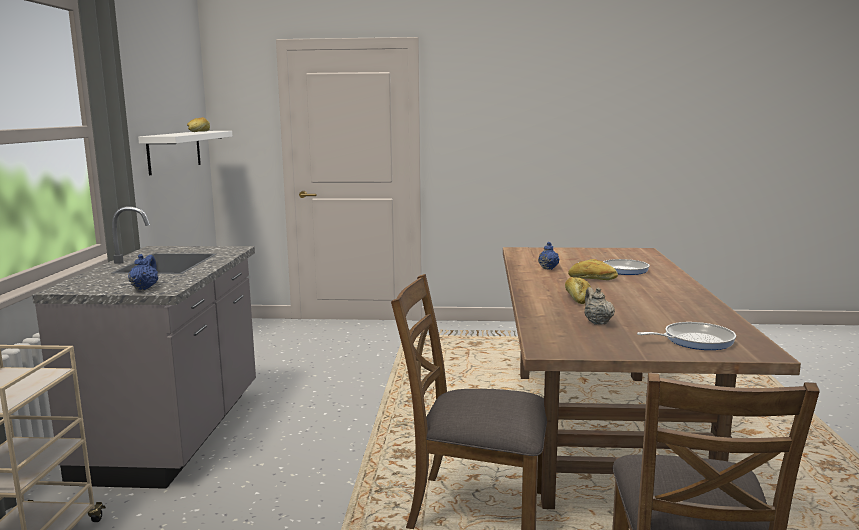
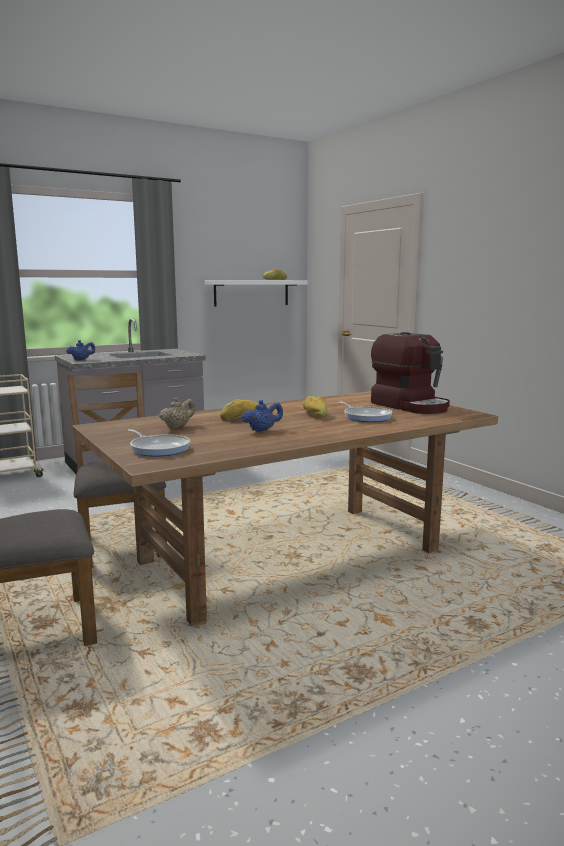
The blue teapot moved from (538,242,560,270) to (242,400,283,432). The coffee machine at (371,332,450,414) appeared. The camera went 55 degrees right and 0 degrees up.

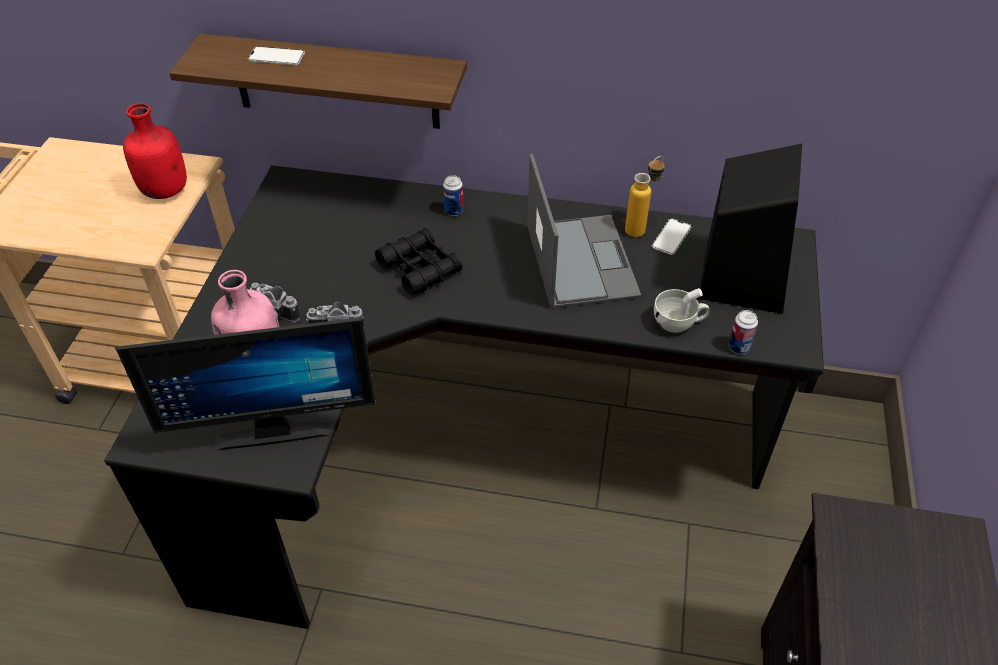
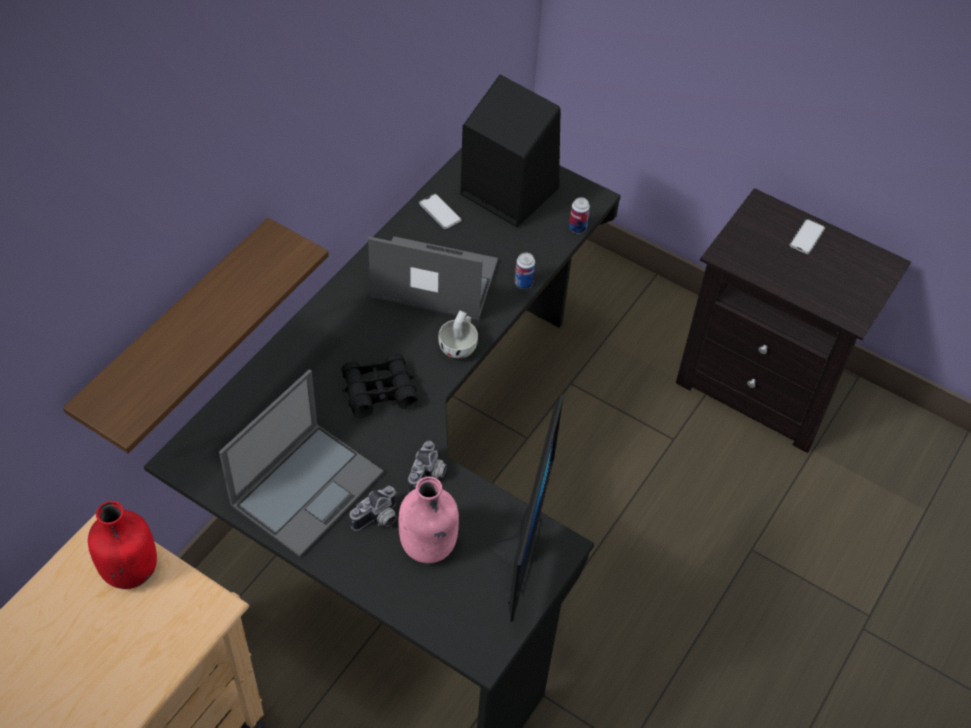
The phone moved from (248,46,305,65) to (790,219,825,254). The can moved from (443,175,464,216) to (515,253,535,289). The bottle at (625,156,665,237) disappeared. The white cup moved from (654,288,710,333) to (438,310,478,359). The laptop at (219,369,384,557) appeared. The camera went 70 degrees left and 5 degrees up.

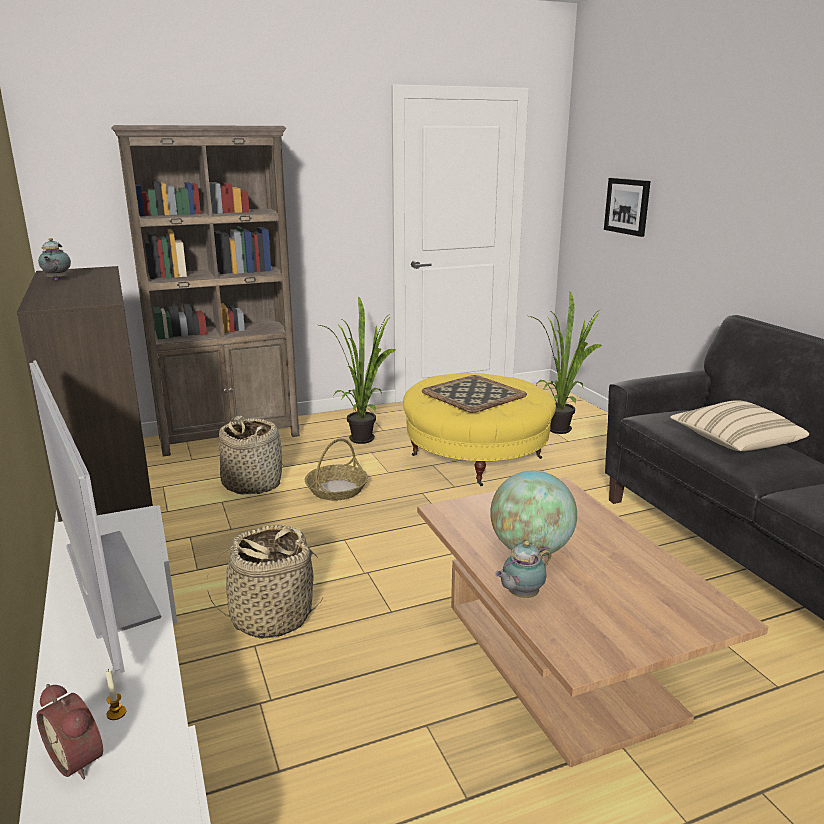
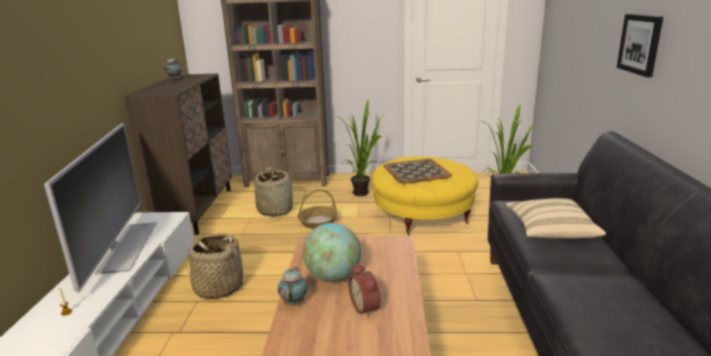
The alarm clock moved from (37,684,103,779) to (348,263,381,318). The teapot at (495,541,551,598) turned 105 degrees clockwise. The picture moved from (604,178,651,237) to (617,14,663,77). The camera went 25 degrees right and 0 degrees up.

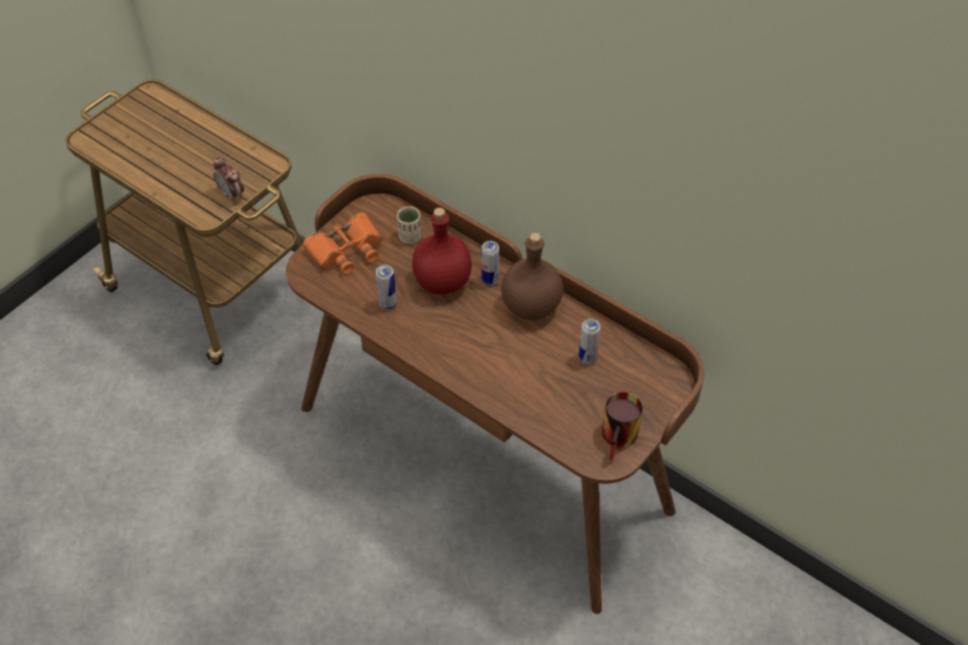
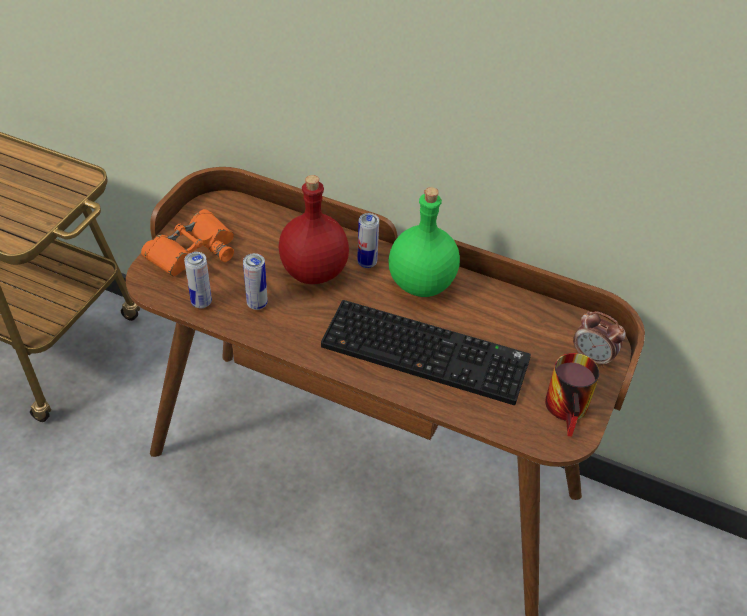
The alarm clock moved from (213,157,244,202) to (573,311,626,368). The beige cup at (397,206,421,244) disappeared. The brown bottle at (501,232,563,320) became the green bottle at (388,187,460,297). The can moved from (579,318,601,364) to (184,252,212,308). The keyboard at (321,300,531,405) appeared. The camera went 15 degrees left and 5 degrees down.

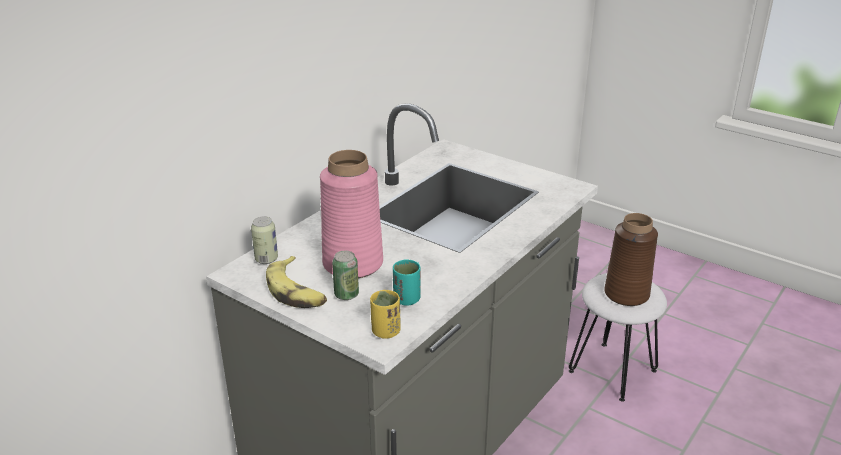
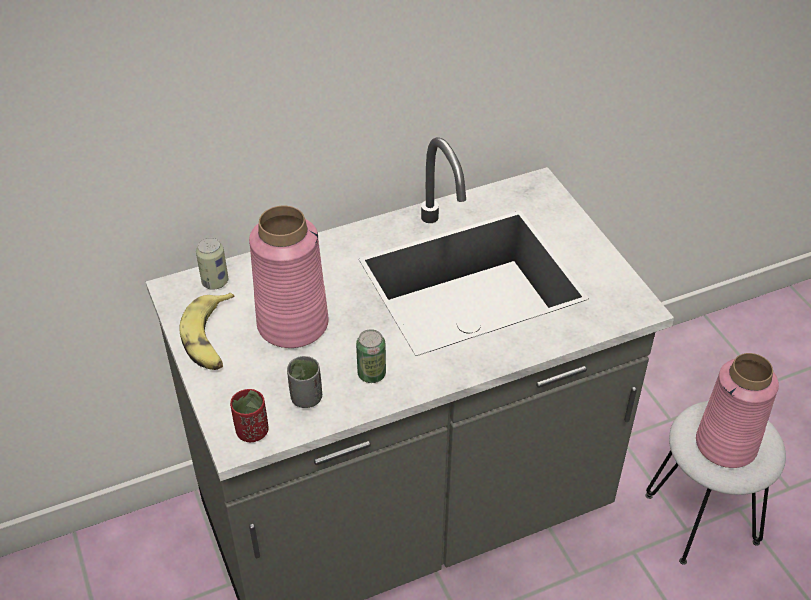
The can moved from (332,251,359,300) to (356,329,386,383). The yellow cup at (370,290,401,339) became the red cup at (230,389,269,442). The turquoise cup at (393,260,421,306) became the grey cup at (287,356,322,408). The brown vase at (604,213,658,306) became the pink vase at (696,353,779,468). The camera went 30 degrees right and 15 degrees up.

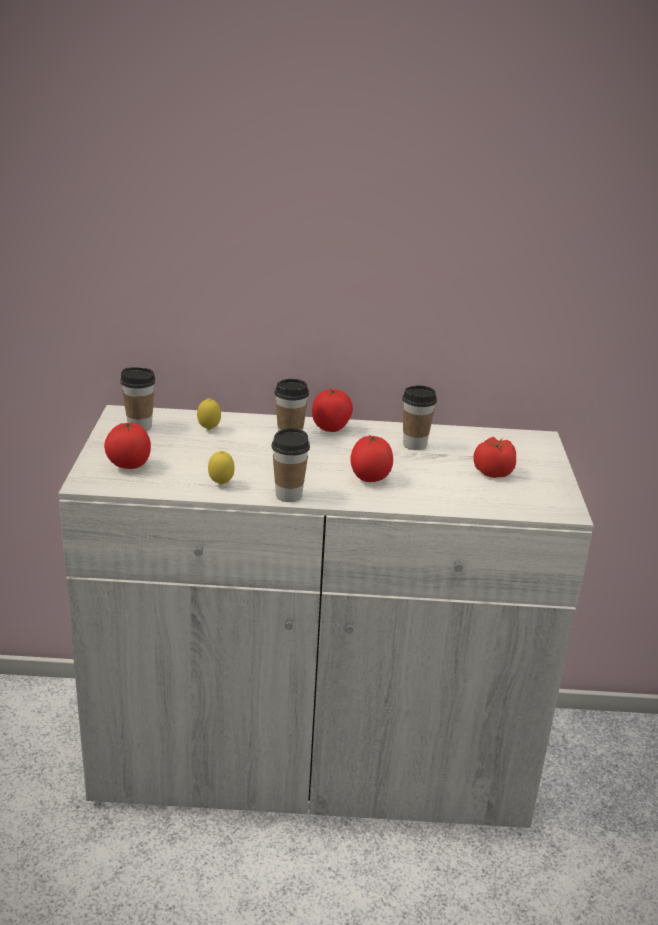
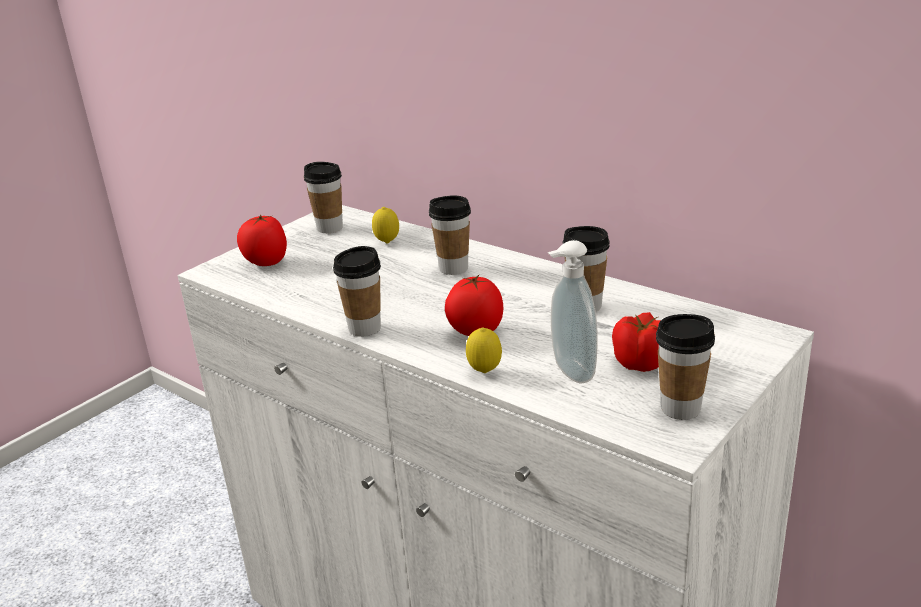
The lemon moved from (208,451,235,485) to (466,327,502,373). The tomato at (312,389,353,432) disappeared. The soap dispenser at (548,240,598,383) appeared. The cup at (656,314,715,420) appeared. The camera went 40 degrees right and 0 degrees up.

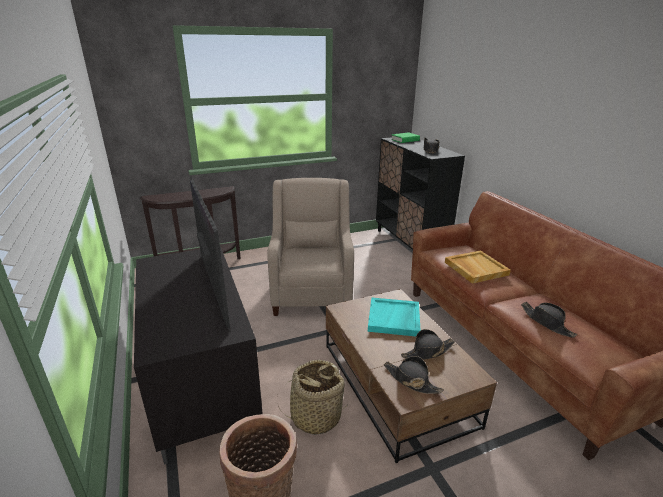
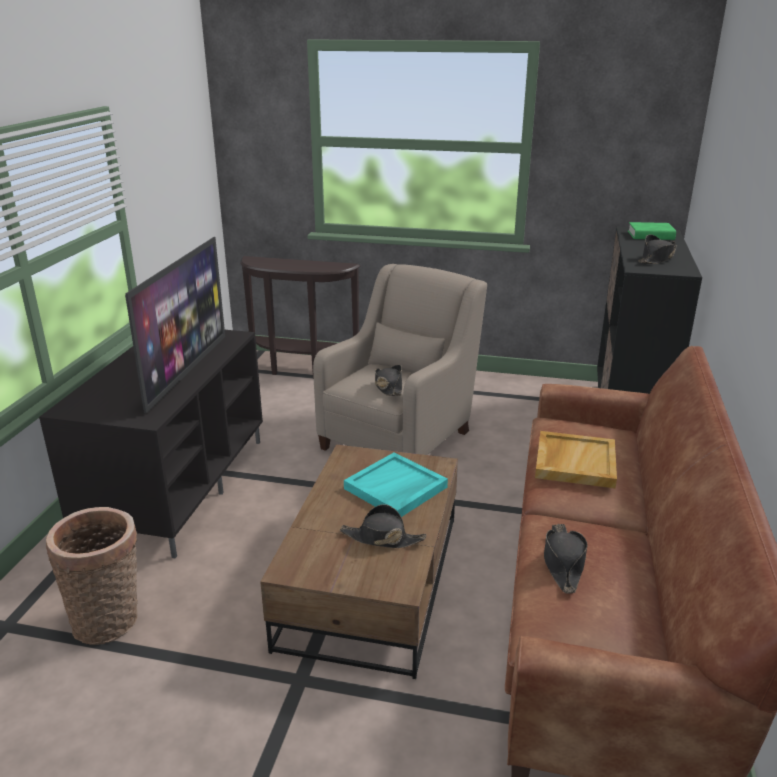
The basket at (278,360,349,435) disappeared. The black hat moved from (384,356,444,394) to (375,365,402,396). The camera went 35 degrees right and 0 degrees up.

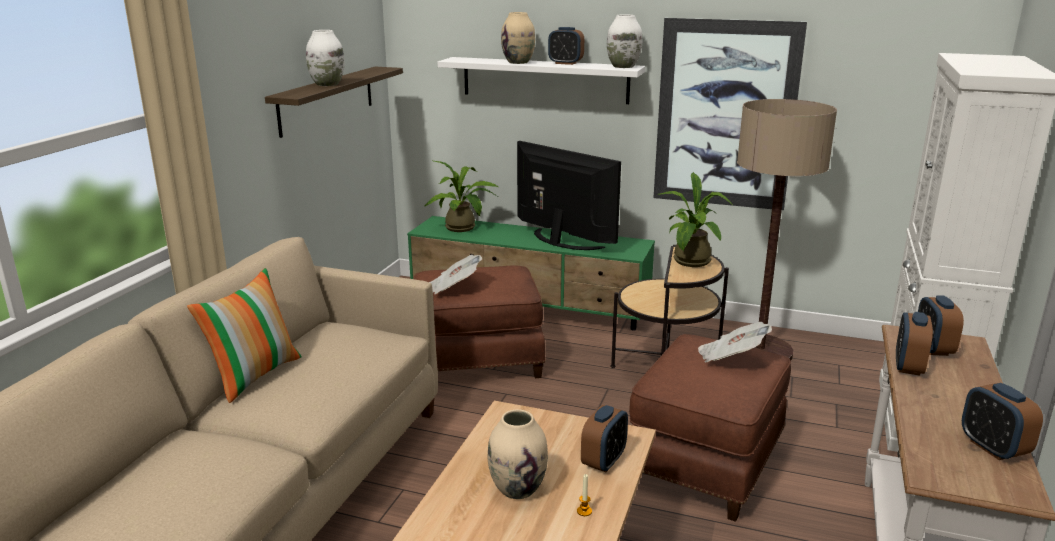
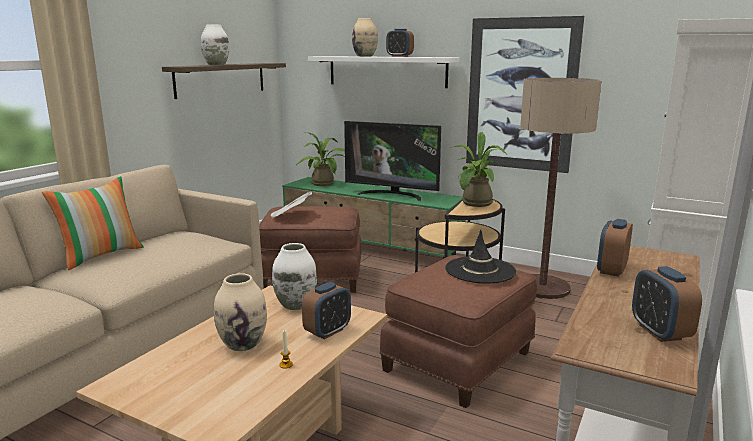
The television at (517,141,621,250) turned 150 degrees clockwise. The white vase moved from (607,14,642,68) to (272,243,317,310). The newspaper at (698,322,772,363) was replaced by the black hat at (445,230,516,283). The alarm clock at (918,295,964,356) disappeared. The camera went 10 degrees right and 5 degrees down.

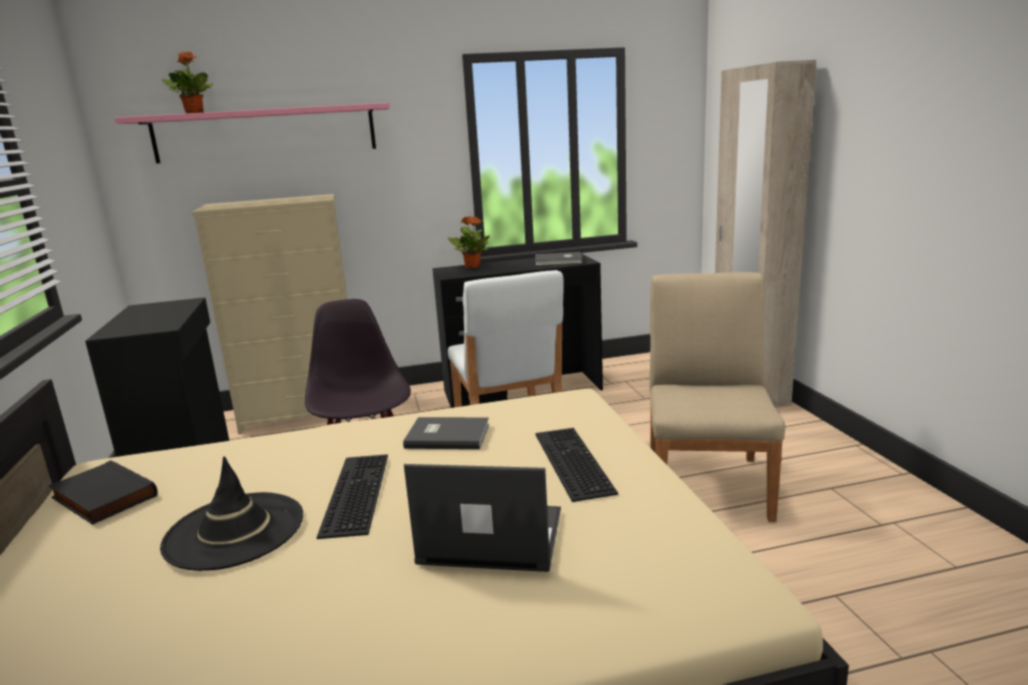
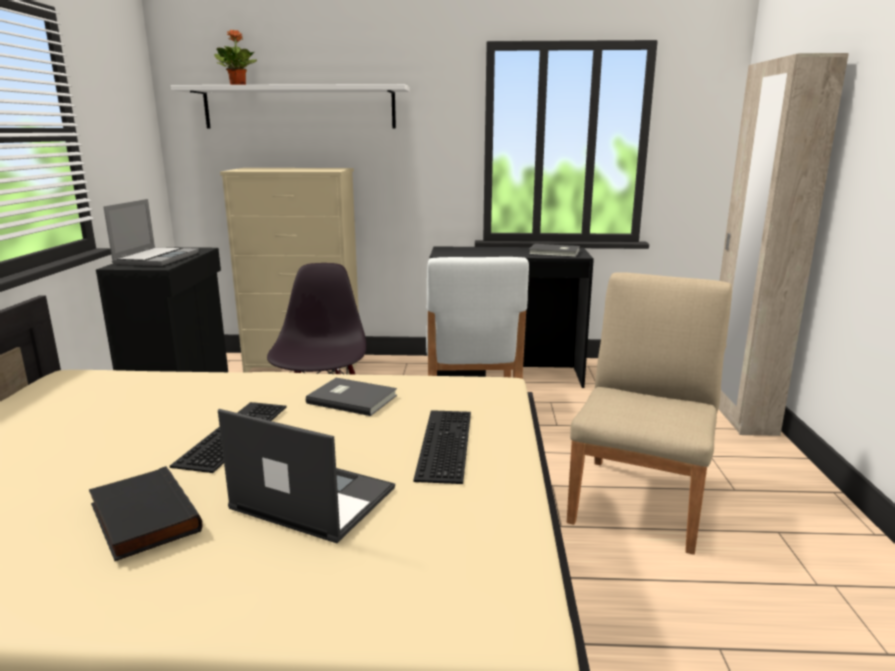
The black book moved from (49,460,158,525) to (89,466,203,561). The pink shelf at (115,103,390,163) became the white shelf at (171,84,410,129). The black hat at (160,456,303,571) disappeared. The potted plant at (448,216,490,268) disappeared. The laptop at (104,199,199,266) appeared. The camera went 15 degrees right and 0 degrees up.

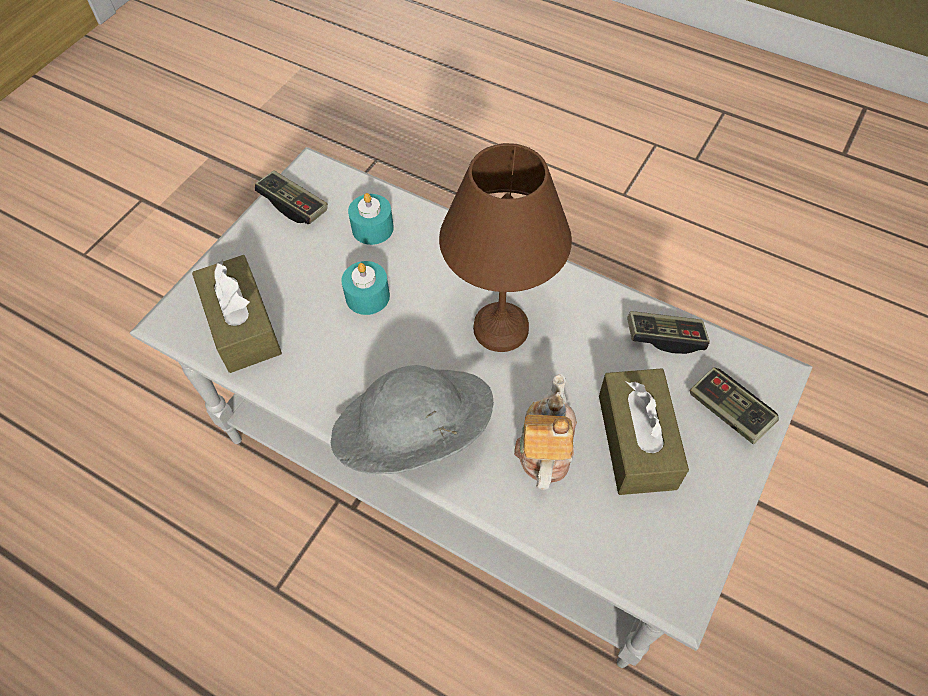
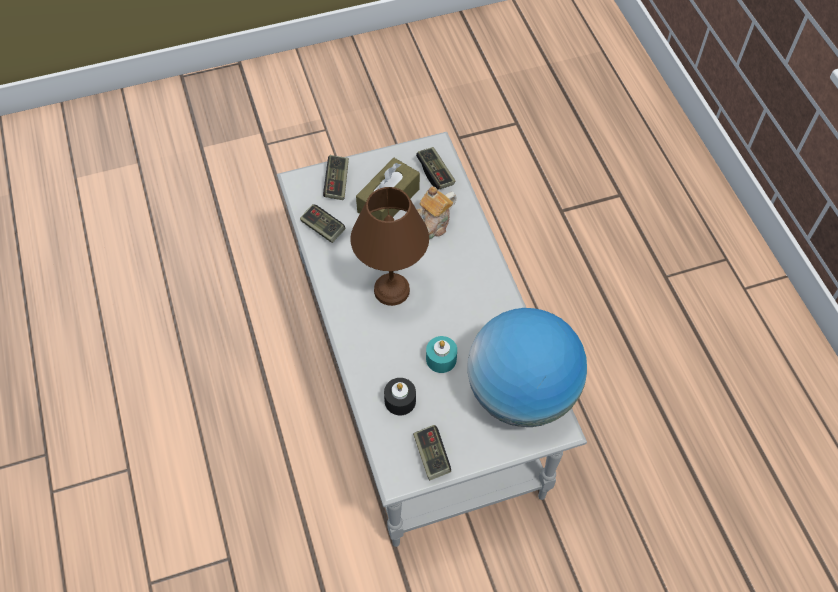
The brown tissue box at (192,255,282,373) was replaced by the globe at (467,308,587,427). The grey hat at (331,365,494,474) disappeared. The turquoise candle at (348,193,394,245) became the black candle at (384,378,416,416). The game controller at (416,147,455,190) appeared. The camera went 140 degrees left and 0 degrees up.

